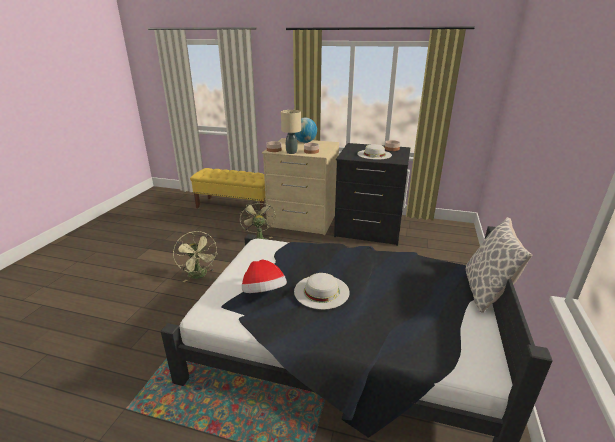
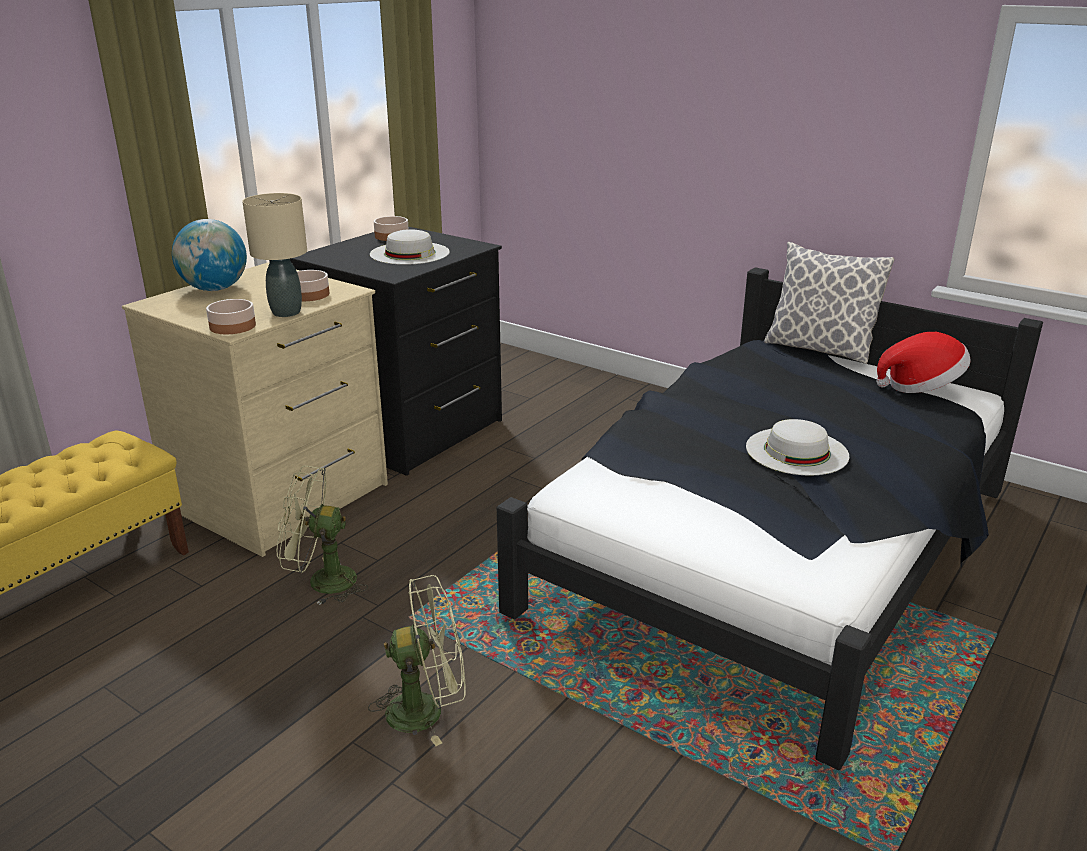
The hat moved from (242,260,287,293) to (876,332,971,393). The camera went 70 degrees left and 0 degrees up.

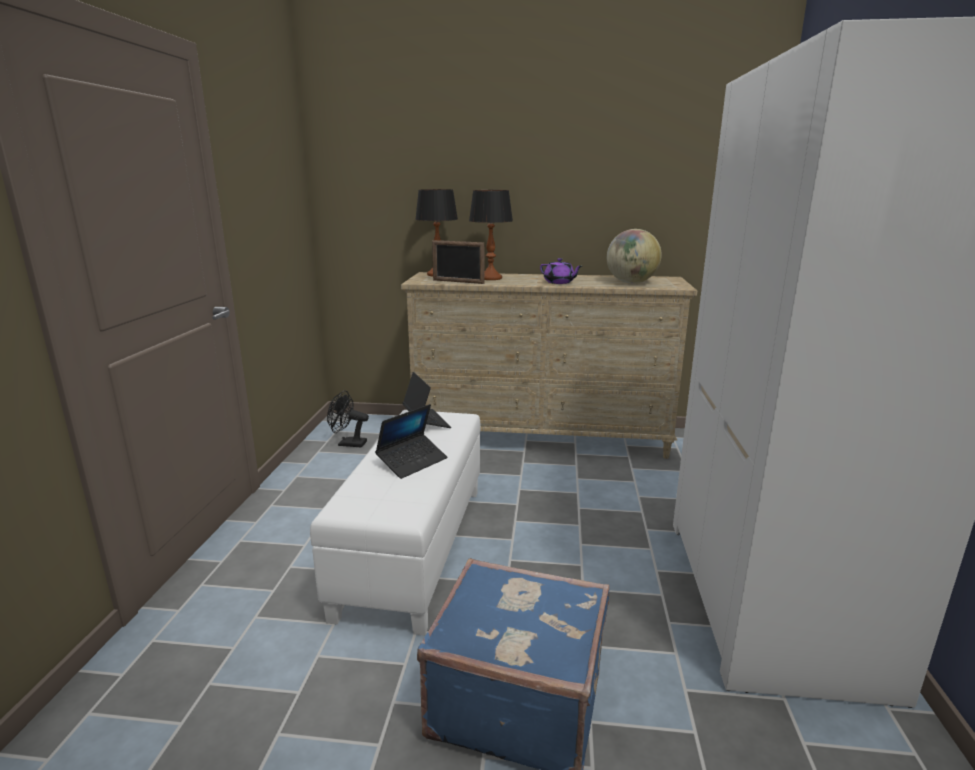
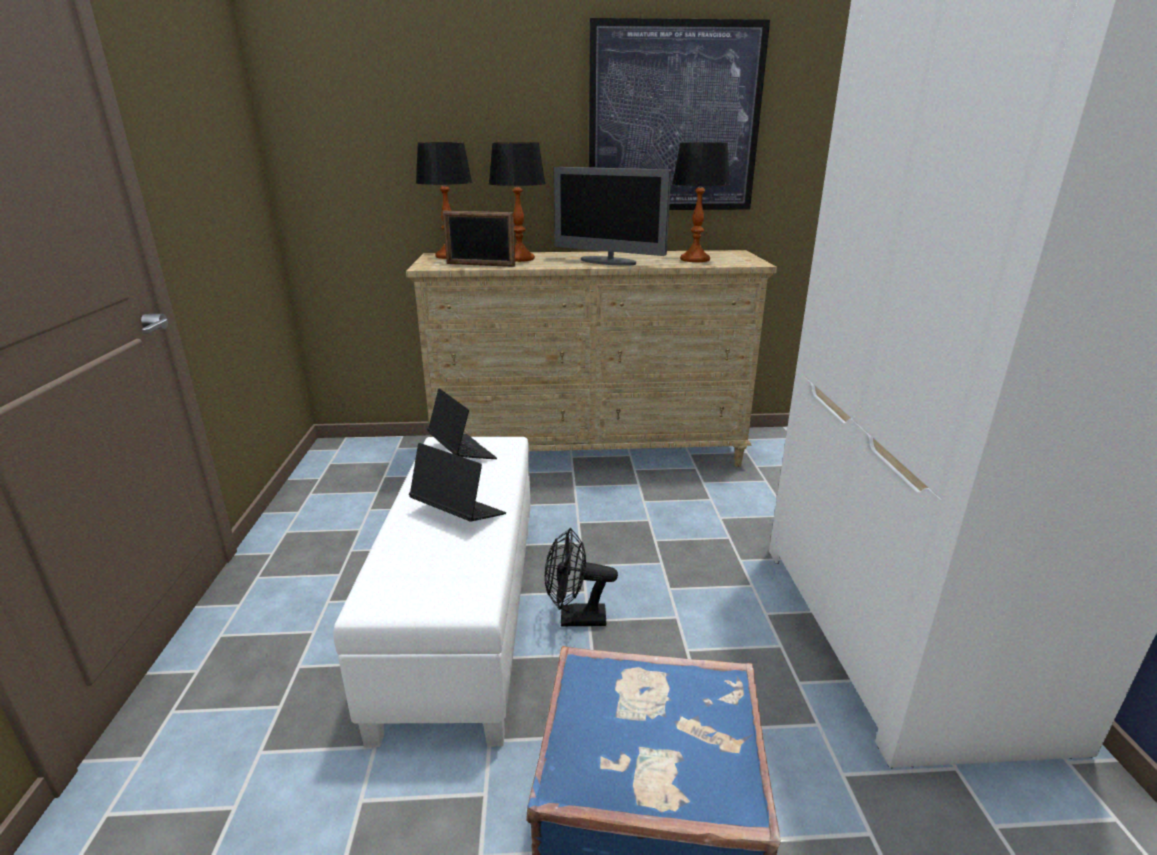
The black fan moved from (327,390,369,447) to (545,528,618,627). The laptop at (375,404,447,479) turned 90 degrees counterclockwise. The purple teapot at (540,258,582,284) was replaced by the monitor at (553,167,671,266). The globe at (607,229,662,283) was replaced by the table lamp at (672,142,730,262). The picture at (589,18,770,210) appeared. The camera went 10 degrees left and 5 degrees up.

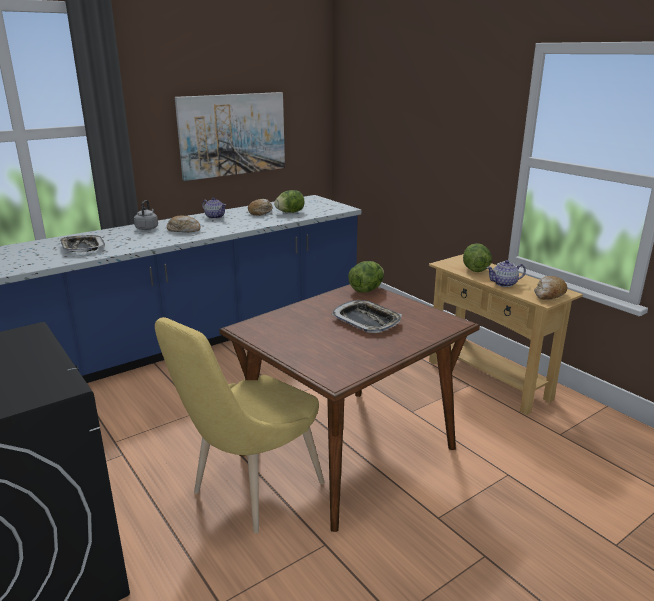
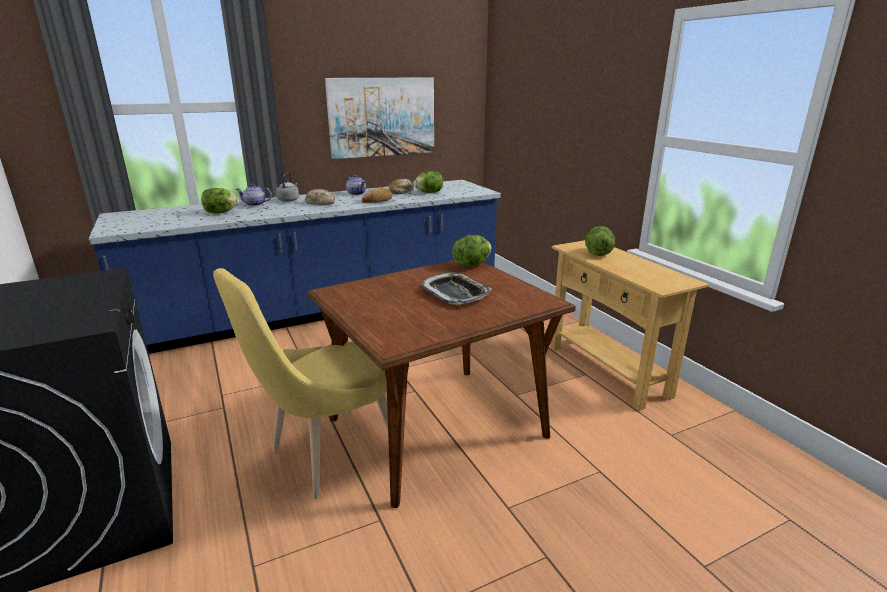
The tray at (60,235,105,252) was replaced by the lettuce at (201,188,239,214). The teapot moved from (486,260,526,287) to (235,184,272,206). The bread moved from (534,276,567,300) to (361,187,392,203). The camera went 10 degrees right and 0 degrees up.

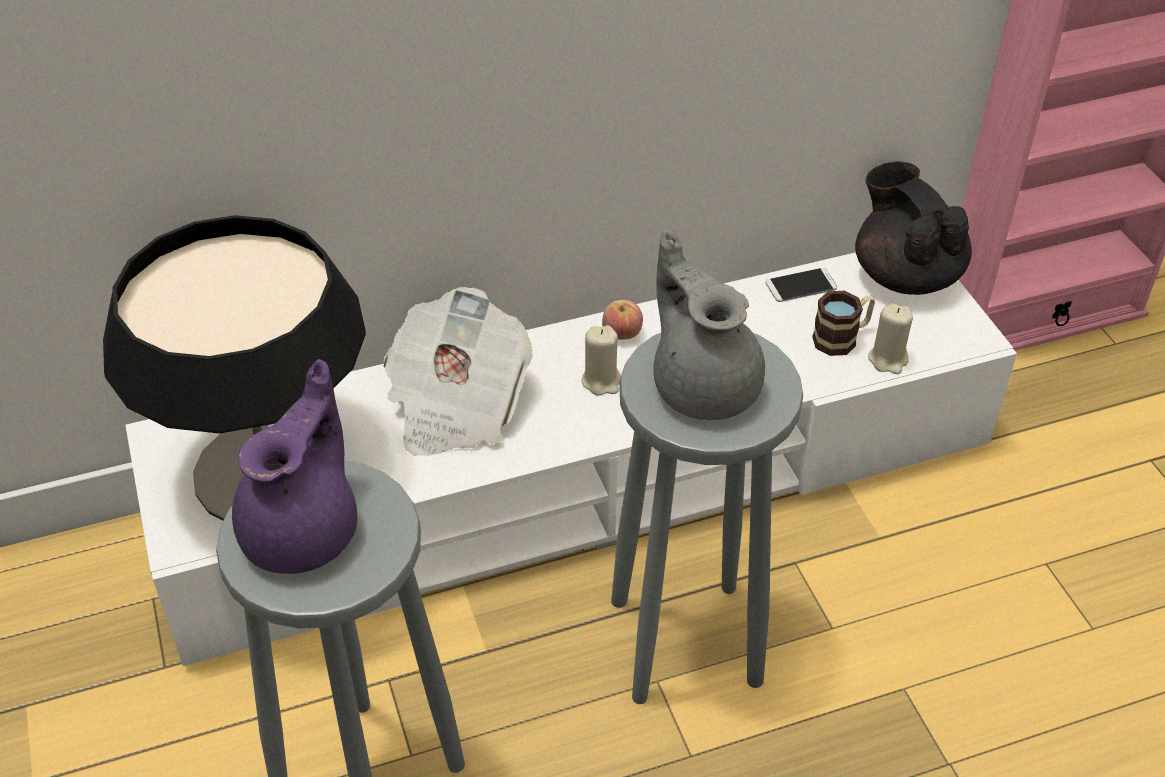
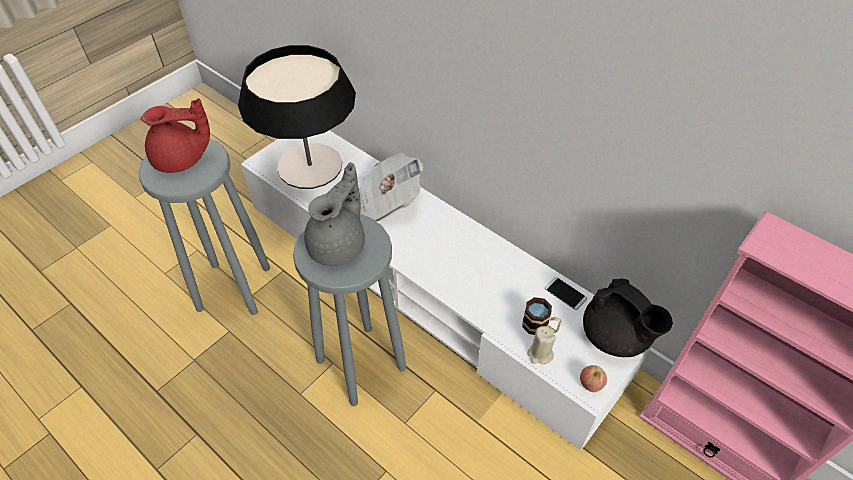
The purple teapot at (232,359,357,574) became the red teapot at (141,98,210,173). The beige candle at (581,325,621,396) disappeared. The apple moved from (602,300,643,340) to (580,365,607,392). The black teapot at (855,161,972,295) turned 105 degrees clockwise. The camera went 60 degrees right and 5 degrees up.

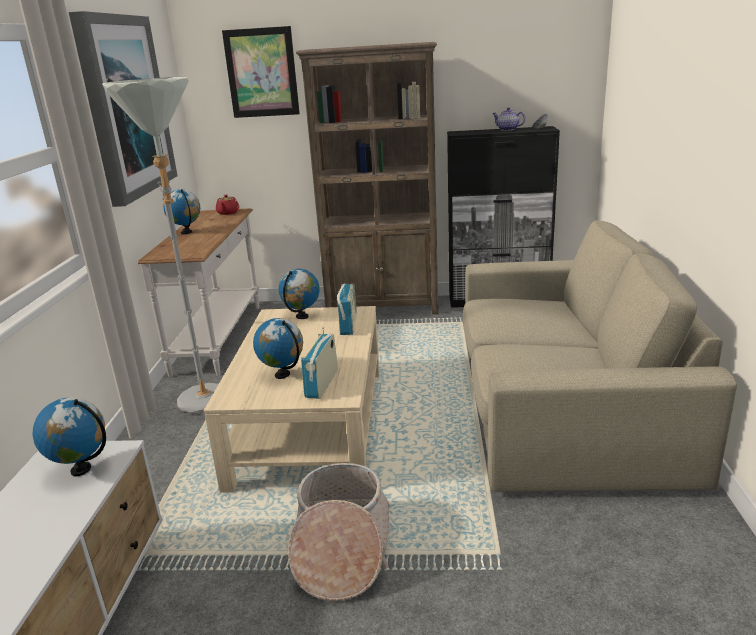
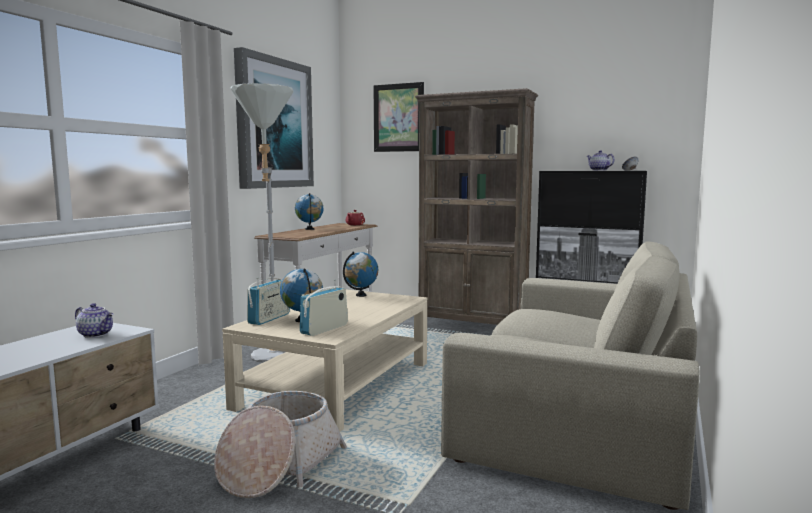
The globe at (33,397,106,477) was replaced by the teapot at (75,303,113,338). The radio moved from (337,283,357,335) to (247,278,290,325). The camera went 20 degrees right and 15 degrees down.

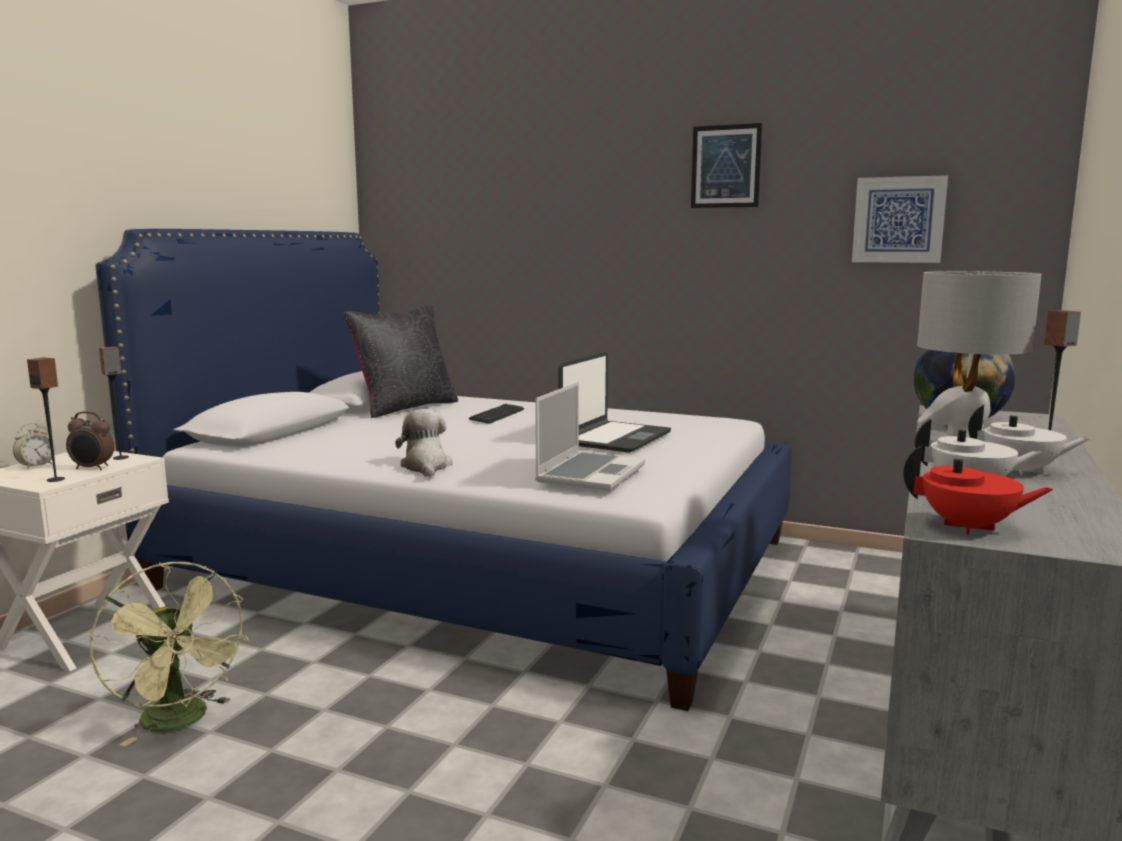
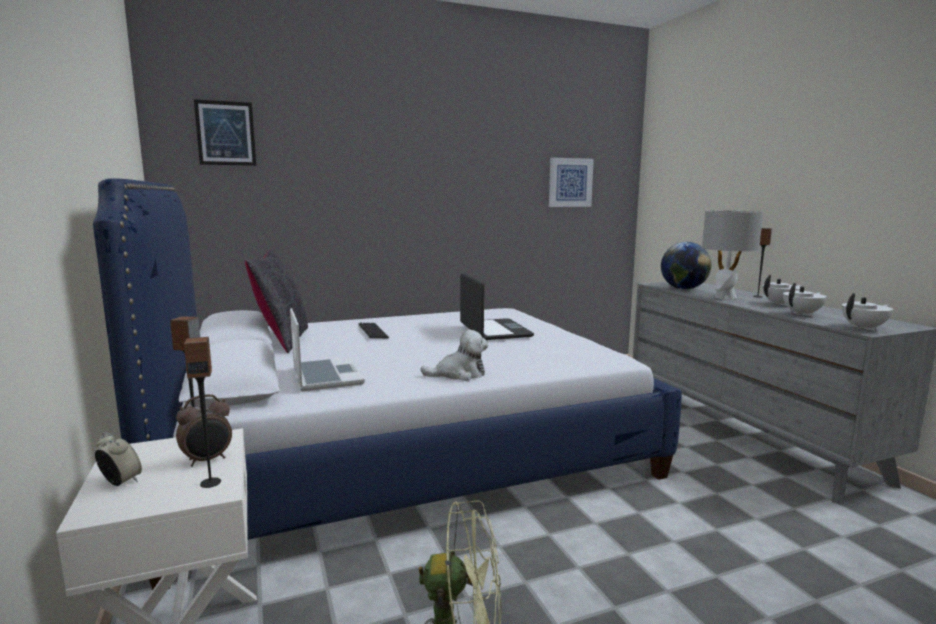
The alarm clock at (13,423,55,469) turned 45 degrees counterclockwise. The plush toy at (395,409,453,477) turned 135 degrees clockwise. The laptop moved from (535,382,645,491) to (290,308,365,392). The picture moved from (691,123,762,208) to (194,99,256,166). The red teapot at (904,445,1054,535) became the white teapot at (842,293,893,331). The camera went 45 degrees left and 0 degrees up.

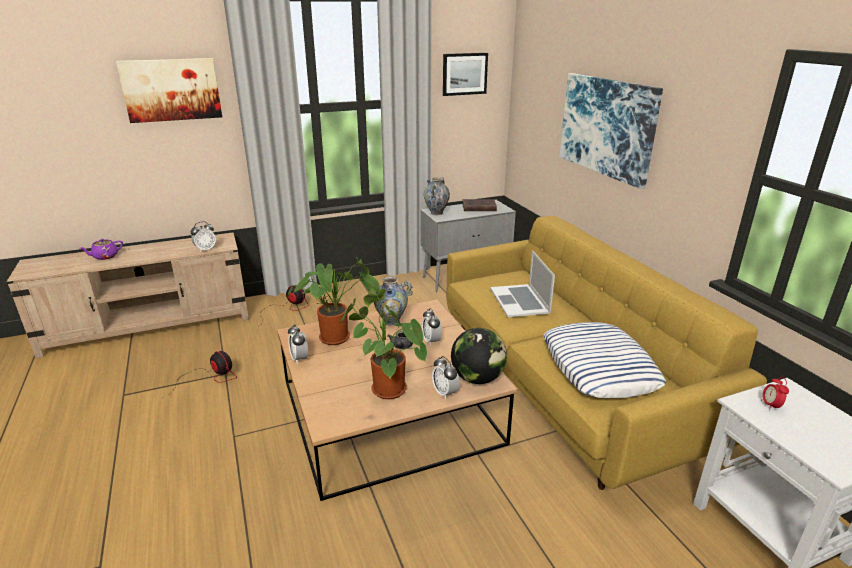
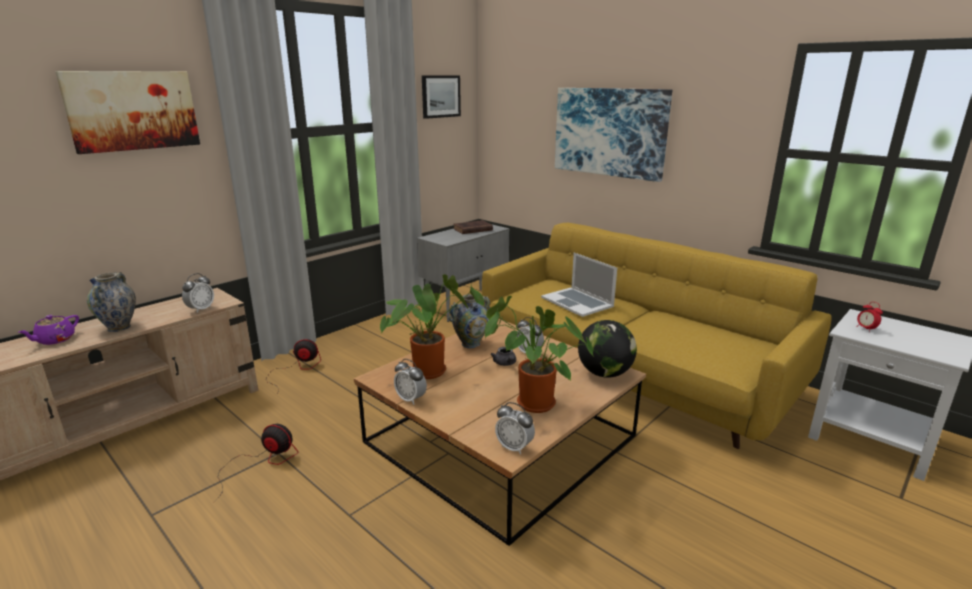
The vase moved from (424,177,450,215) to (87,272,136,332). The alarm clock moved from (432,356,460,399) to (495,402,535,455). The pillow at (544,322,666,398) disappeared. The camera went 25 degrees left and 5 degrees down.

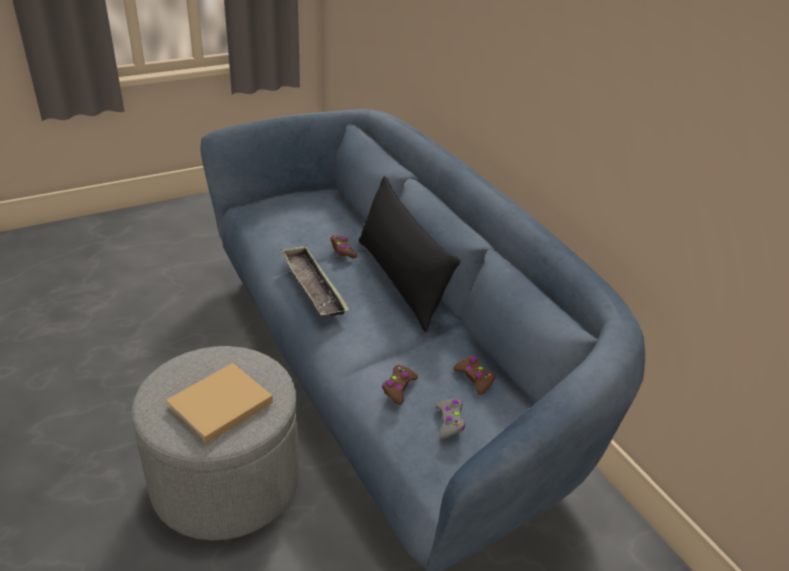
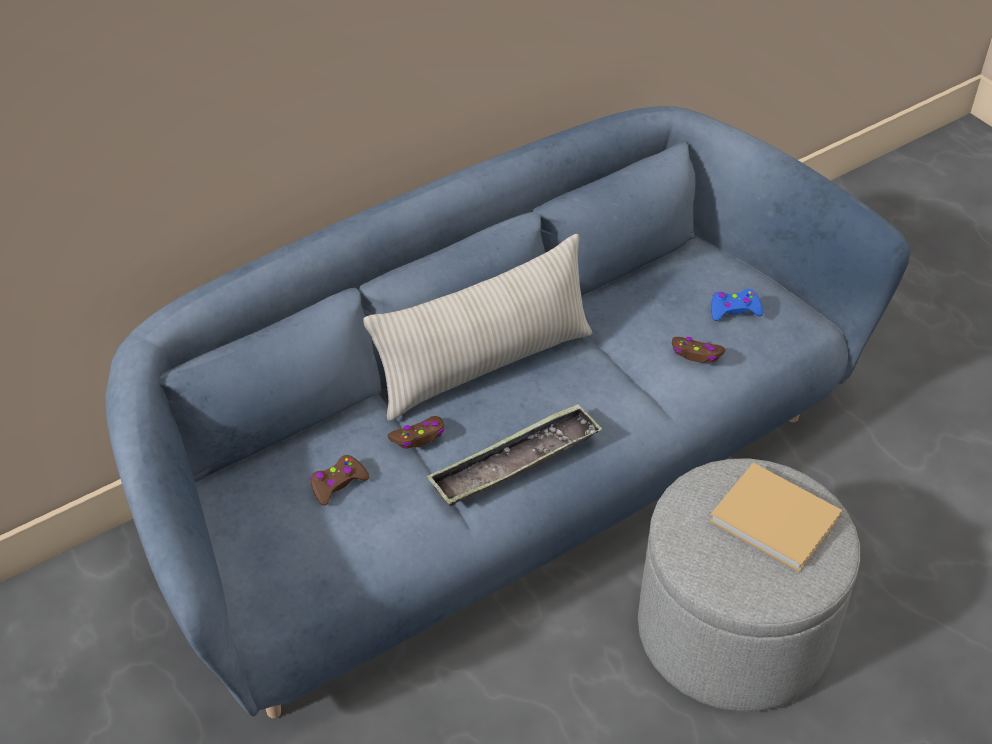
The black pillow at (359,176,460,332) became the beige pillow at (363,234,592,421). The grey game controller at (435,399,465,439) became the blue game controller at (711,289,763,321). The brown game controller moved from (453,356,495,395) to (310,455,370,506). The camera went 95 degrees left and 10 degrees up.

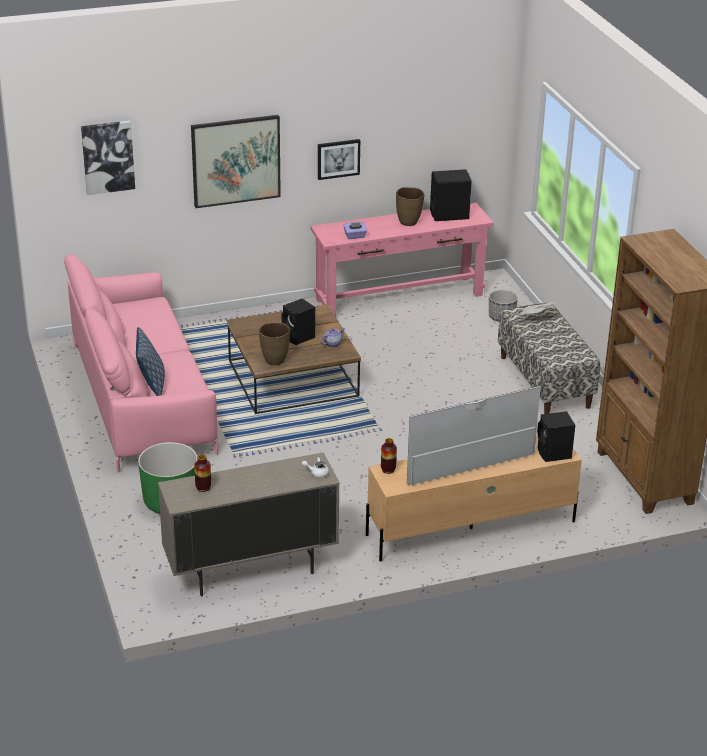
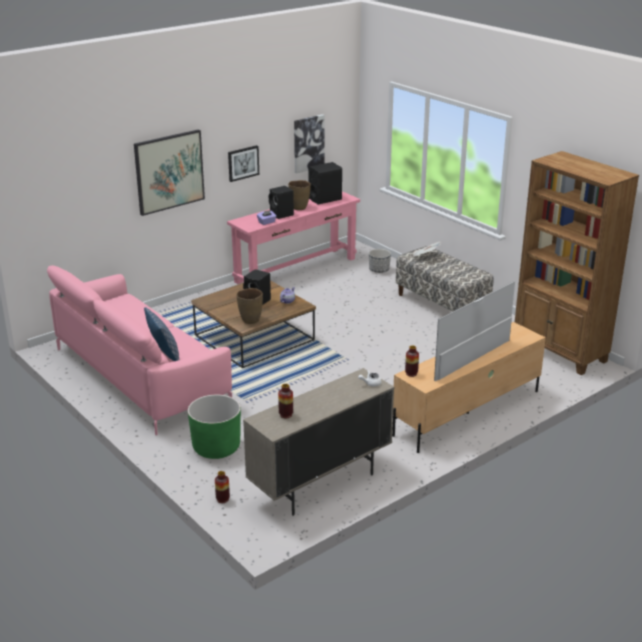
The picture moved from (81,121,135,195) to (294,114,324,174). The black speaker moved from (537,411,575,462) to (269,186,294,219). The vase at (215,471,230,503) appeared. The camera went 20 degrees left and 5 degrees down.

